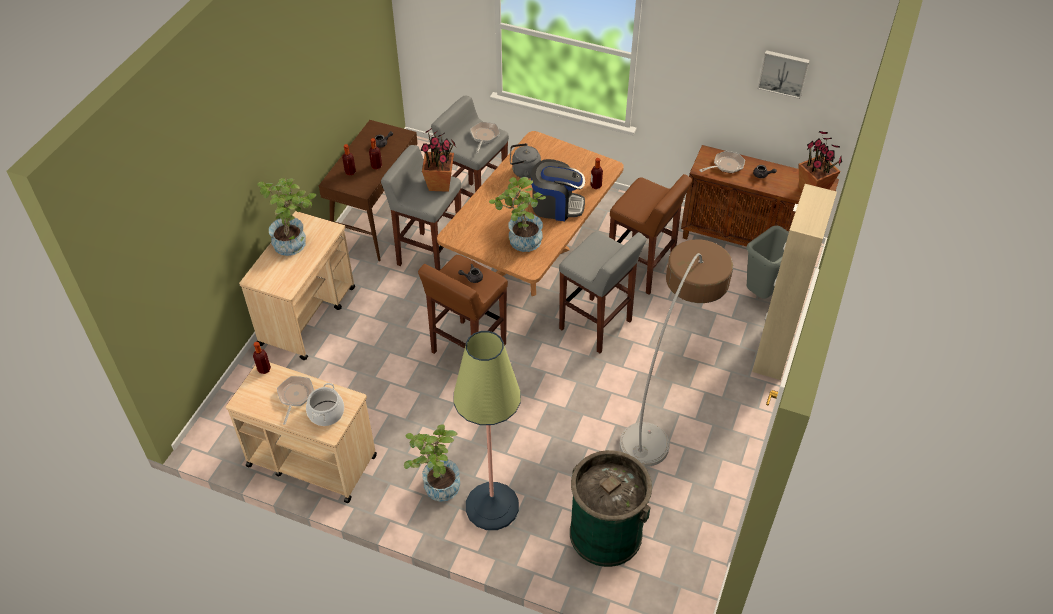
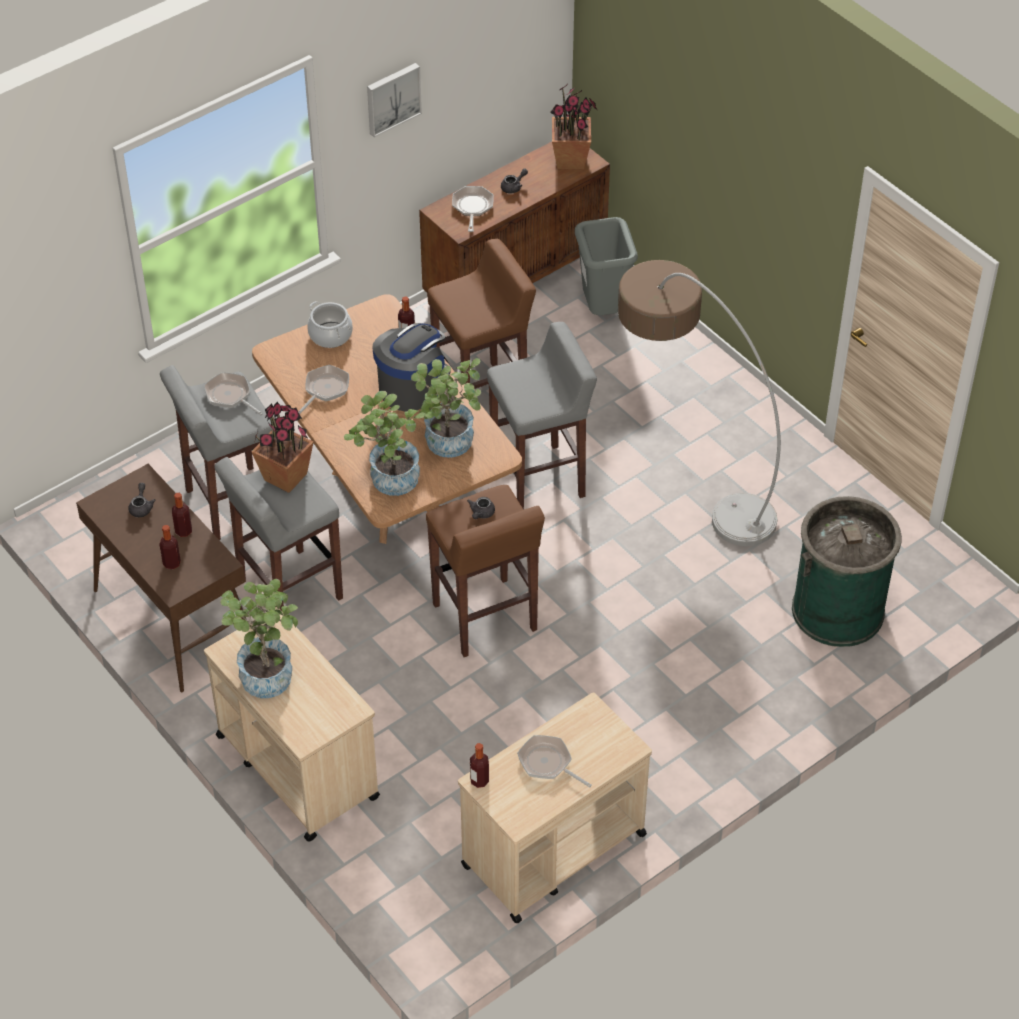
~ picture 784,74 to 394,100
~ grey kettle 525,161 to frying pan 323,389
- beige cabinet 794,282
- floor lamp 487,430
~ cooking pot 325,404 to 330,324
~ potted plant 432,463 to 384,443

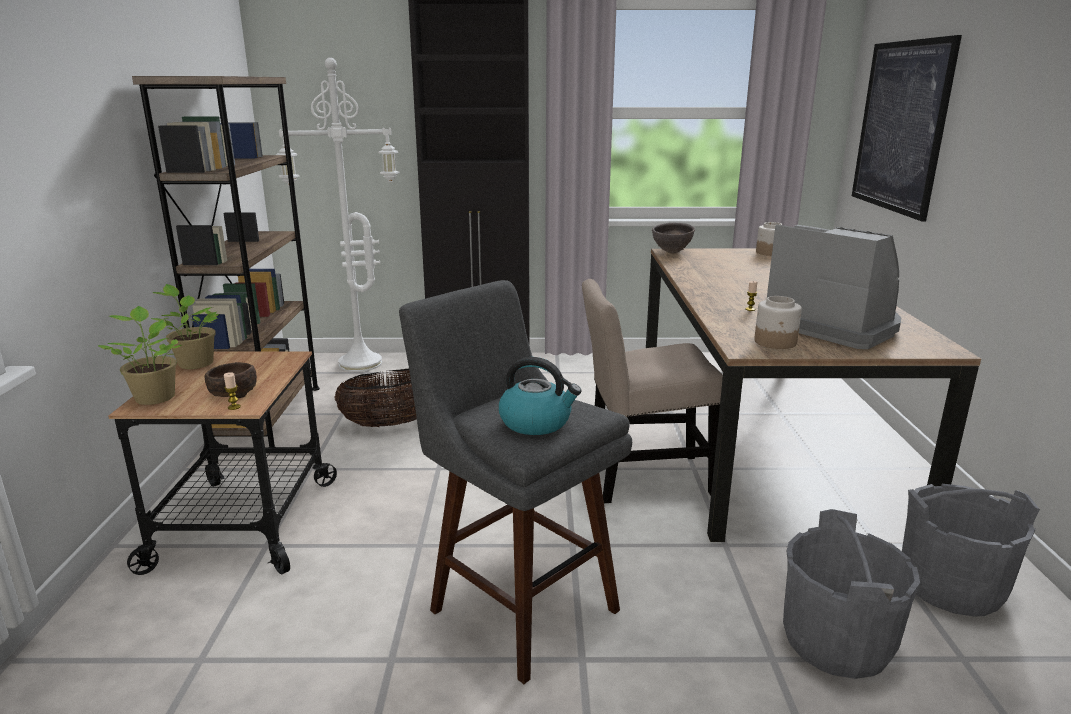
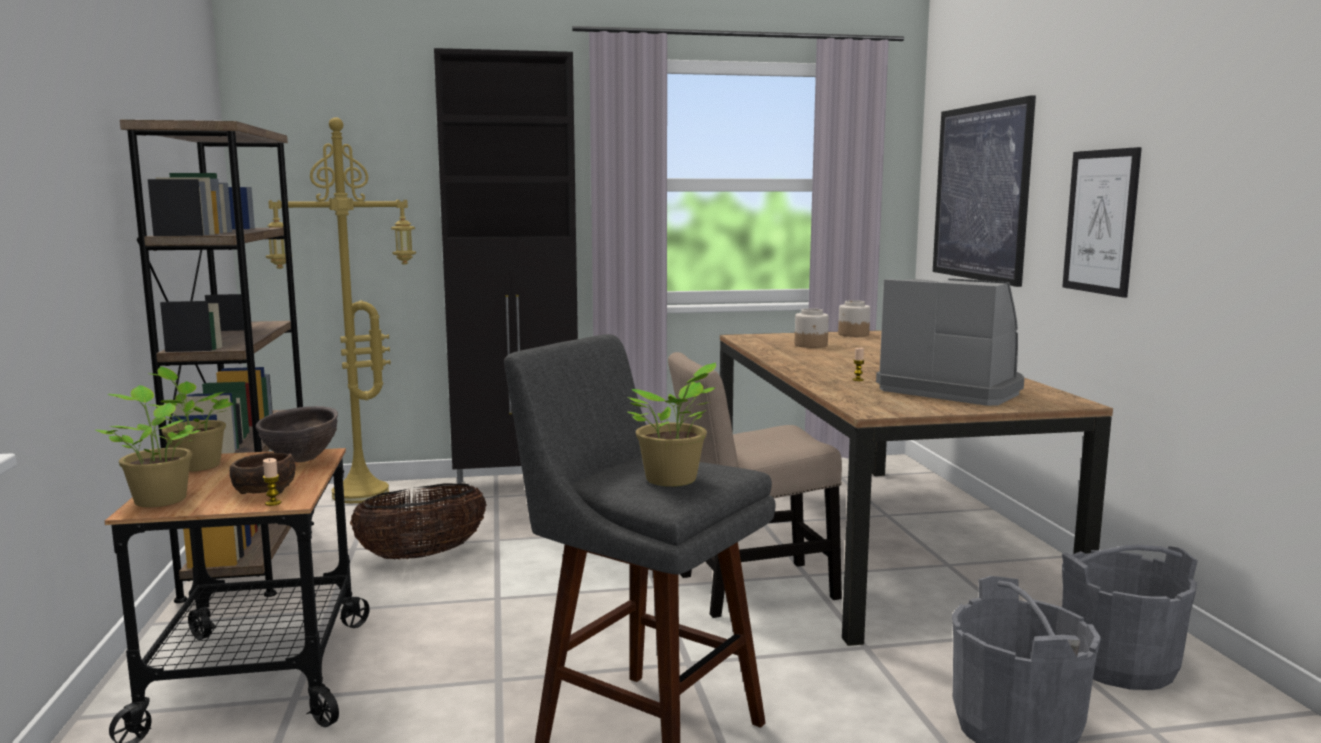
~ white floor lamp 337,215 to yellow floor lamp 341,310
~ brown bowl 673,238 to 296,434
~ jar 778,322 to 812,328
~ kettle 540,396 to potted plant 671,424
+ picture 1102,222

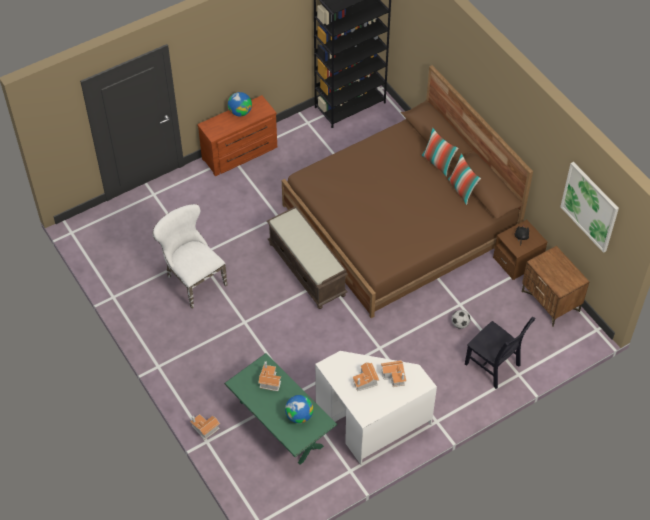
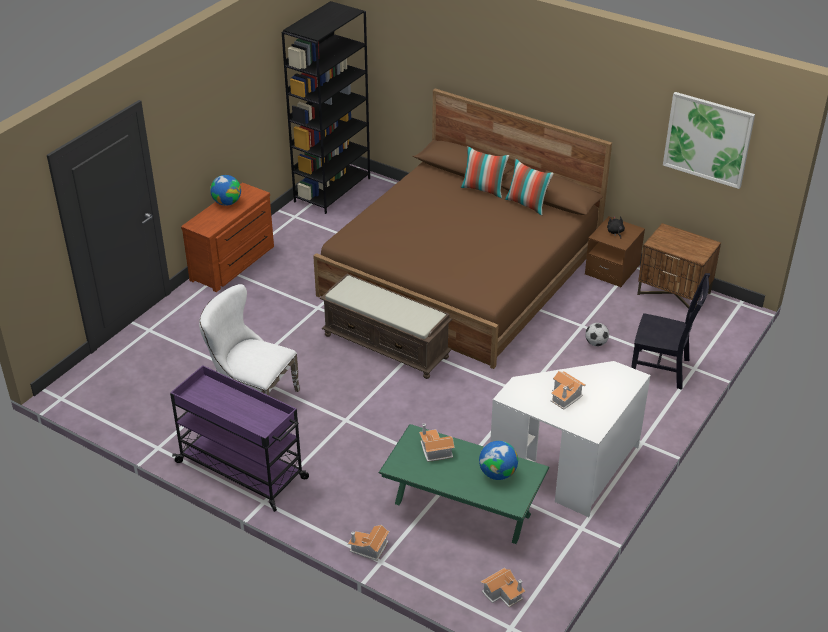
~ toy house 394,373 to 503,587
+ purple cart 239,438

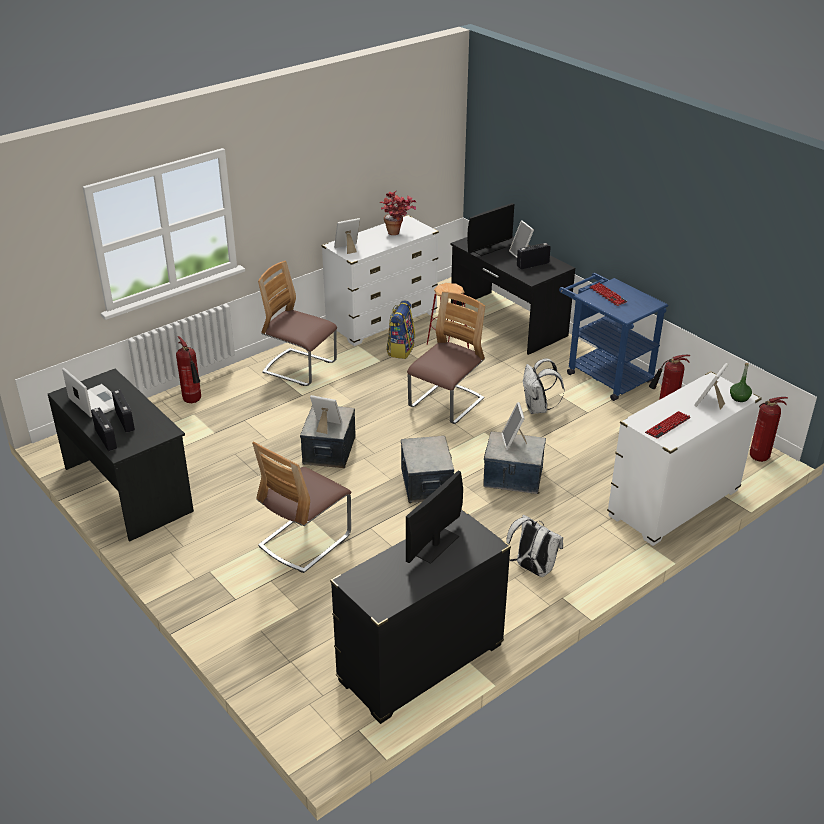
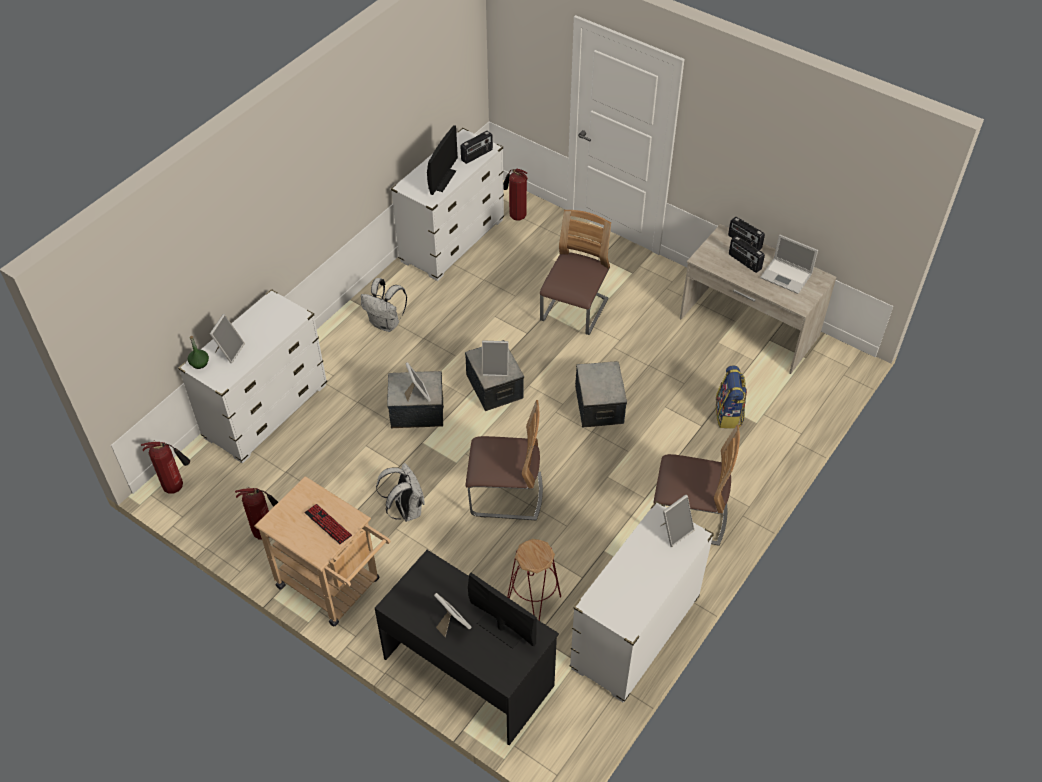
- potted plant 398,213
~ monitor 490,229 = 502,611 90 degrees clockwise
~ radio 534,256 to 476,147
~ blue cart 613,337 to beige cart 322,551
~ chair 446,357 = 504,460 105 degrees counterclockwise
~ backpack 400,329 to 731,397
~ fire extinguisher 188,369 to 515,195
~ black desk 121,455 to beige desk 758,299
~ picture frame 326,414 to 495,358
- keyboard 668,425
~ black dresser 420,616 to white dresser 447,204

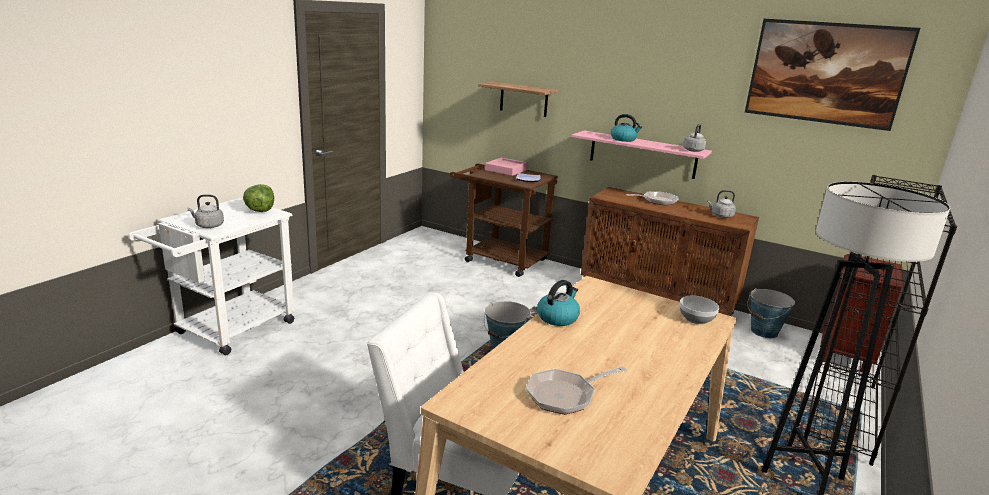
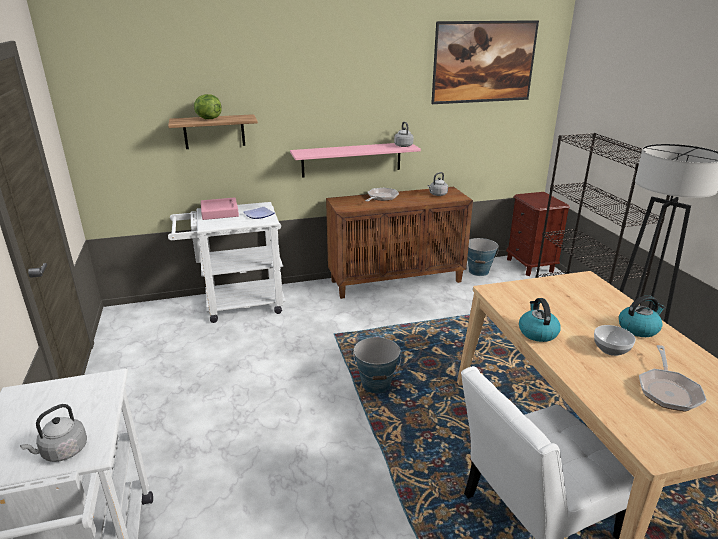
~ kettle 626,128 to 642,316
~ brown cart 504,220 to white cart 227,262
~ lettuce 258,198 to 208,106
~ bowl 699,309 to 615,340

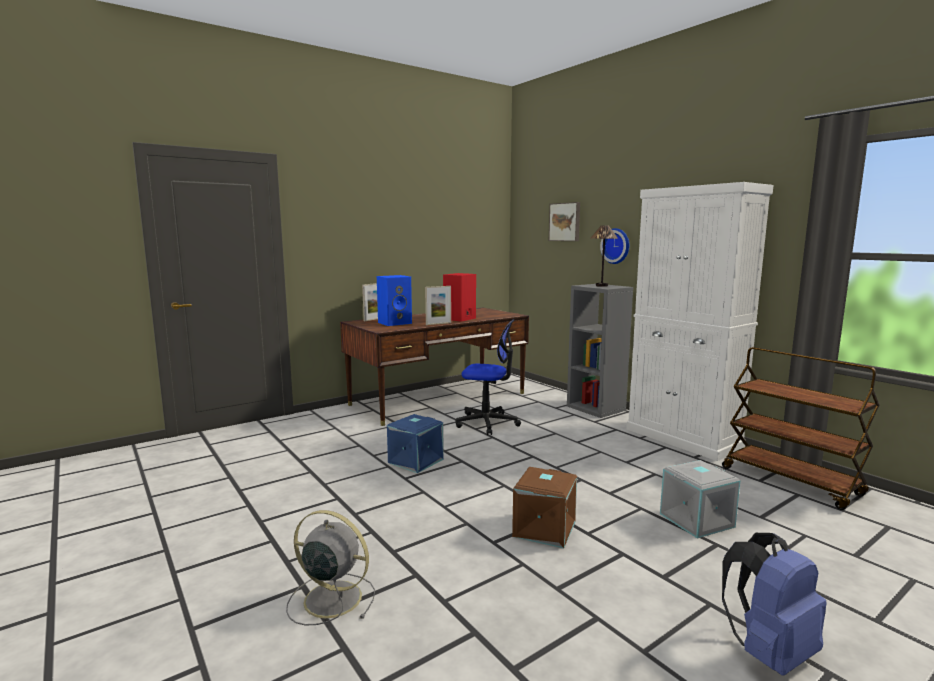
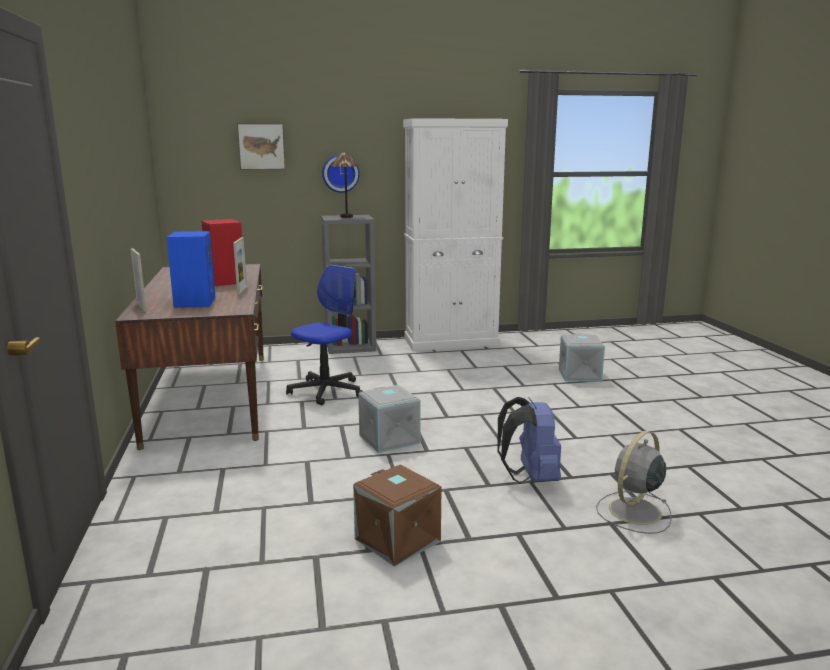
- brown cart 800,428
~ blue storage box 415,443 to grey storage box 389,419
~ brown storage box 544,507 to 397,515
~ blue backpack 774,604 to 529,440

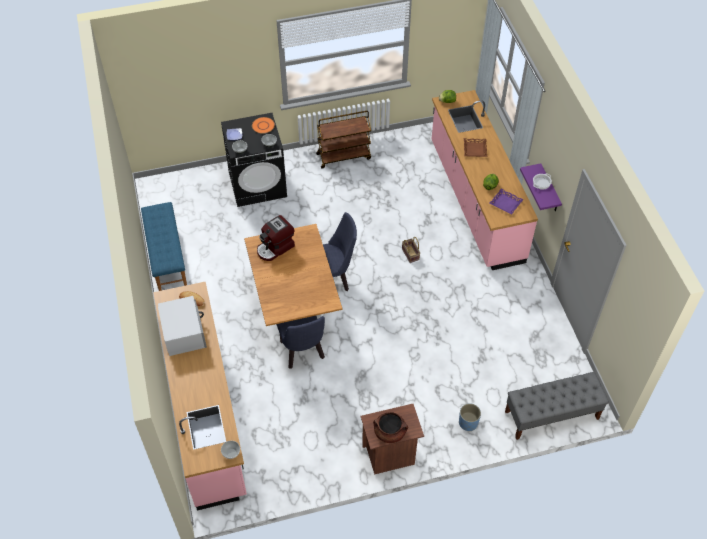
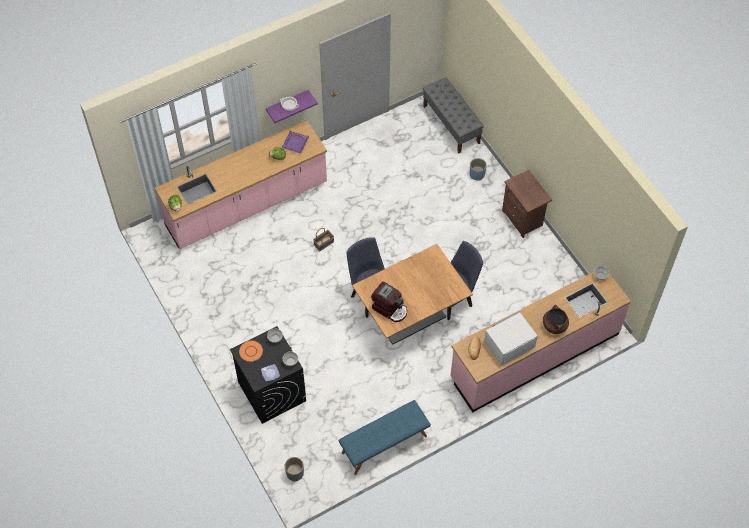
- brown cart 343,140
- brown tray 475,147
~ brown cooking pot 390,427 to 556,319
+ grey planter 294,469

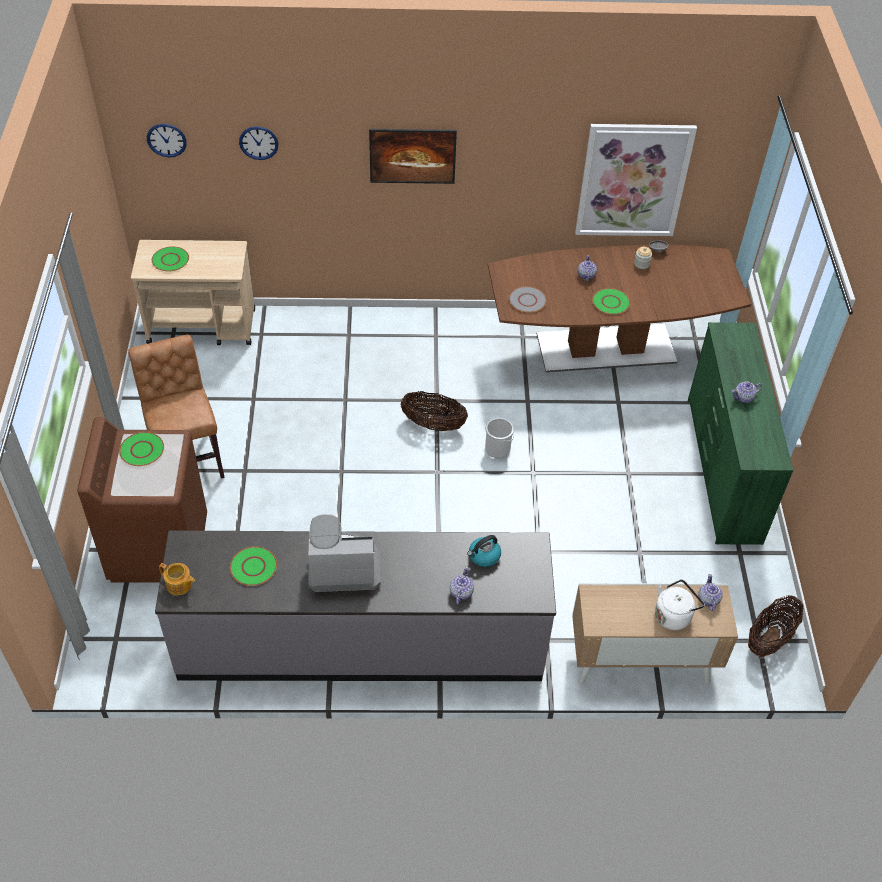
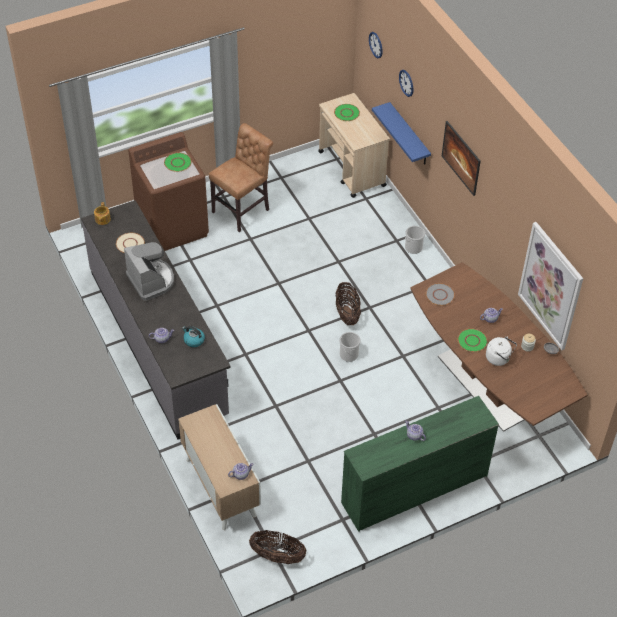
~ green plate 253,566 to beige plate 130,243
~ white kettle 680,604 to 501,351
+ blue shelf 401,133
+ bucket 415,240

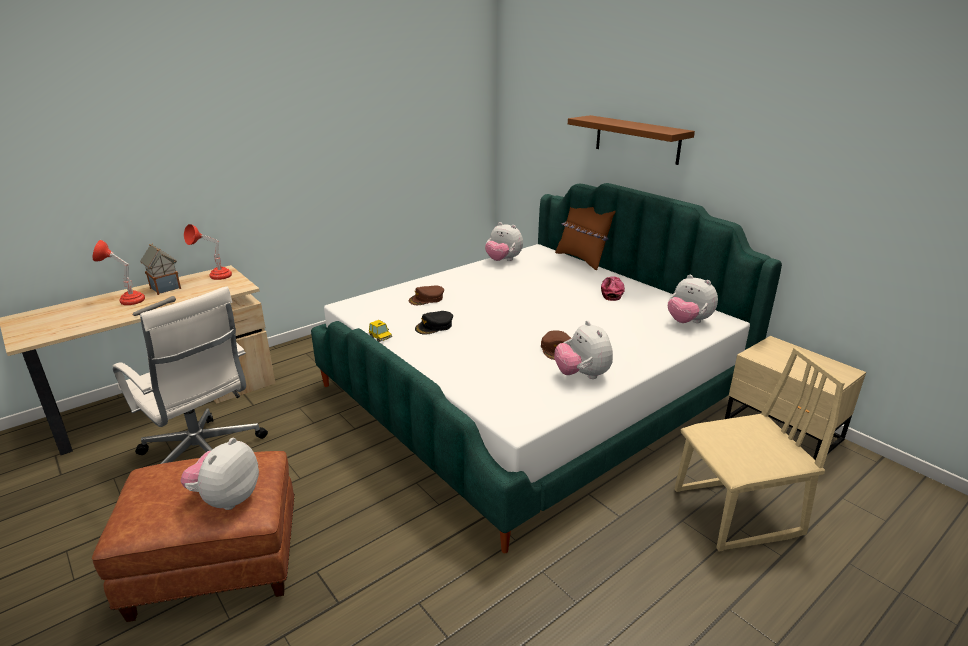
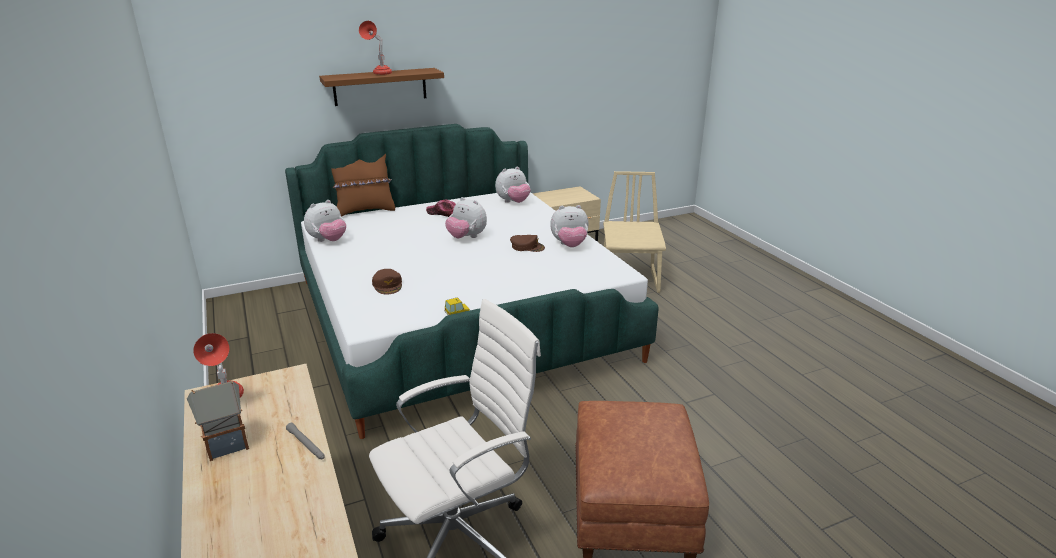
~ red table lamp 119,272 to 375,48
- black cap 434,323
~ plush toy 219,474 to 466,217

